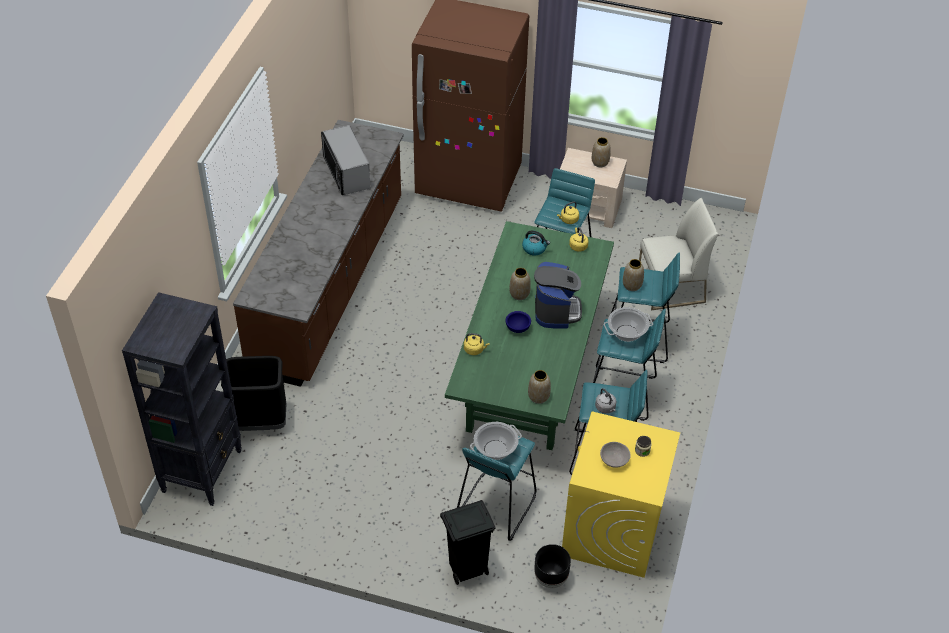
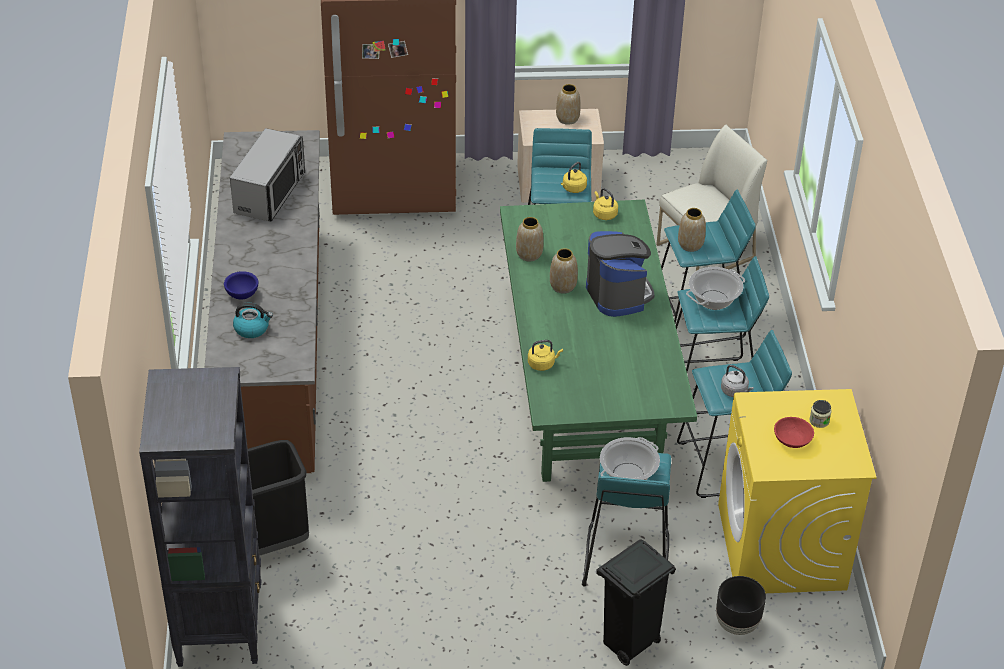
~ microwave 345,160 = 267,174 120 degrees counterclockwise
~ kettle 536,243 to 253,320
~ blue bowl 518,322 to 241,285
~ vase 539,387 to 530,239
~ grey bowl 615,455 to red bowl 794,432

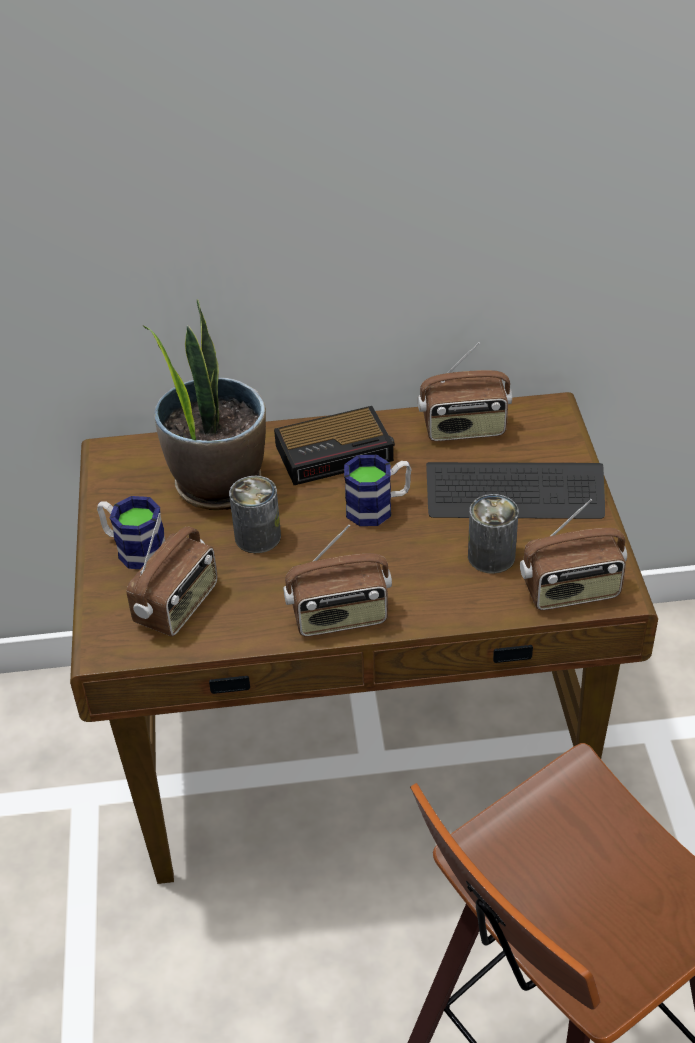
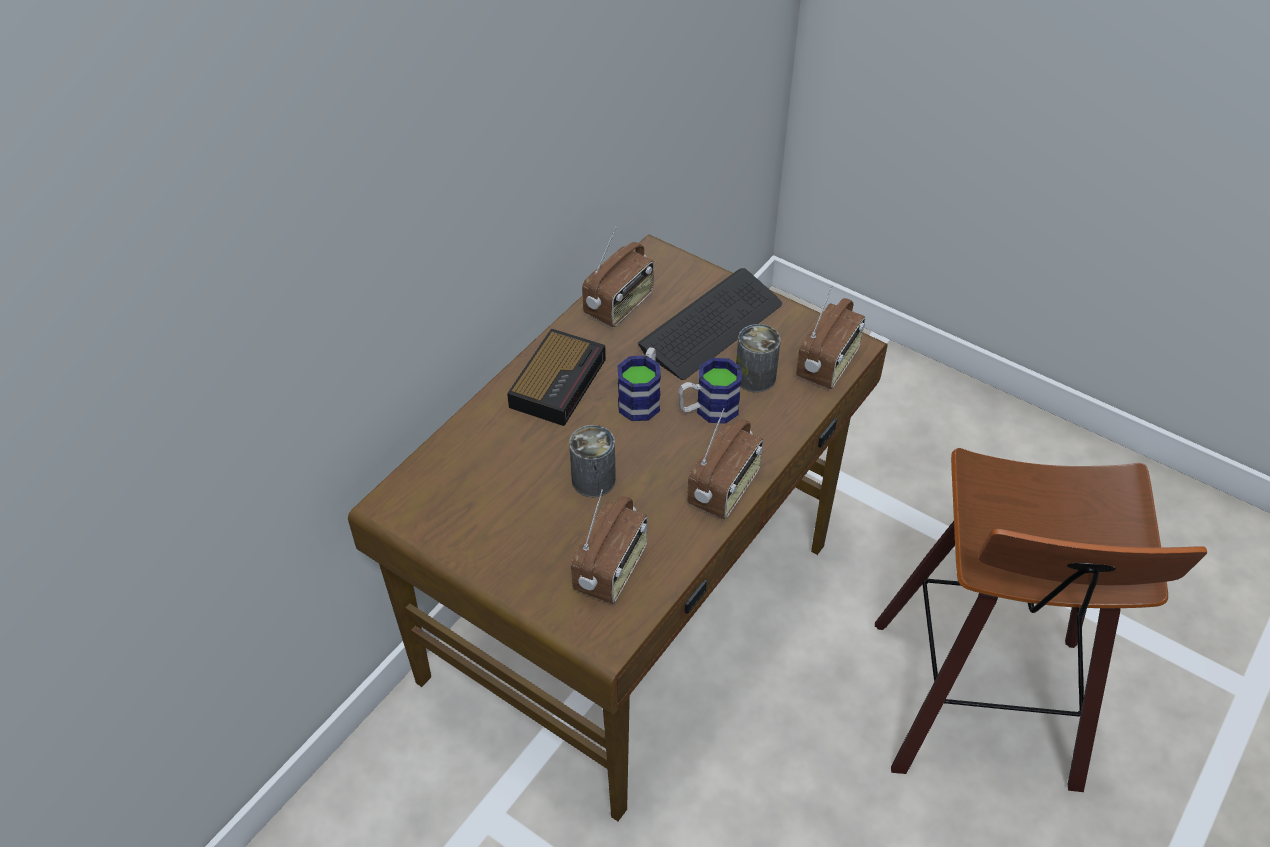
- potted plant 205,404
~ mug 131,532 to 710,391
~ radio 172,575 = 609,546 45 degrees clockwise

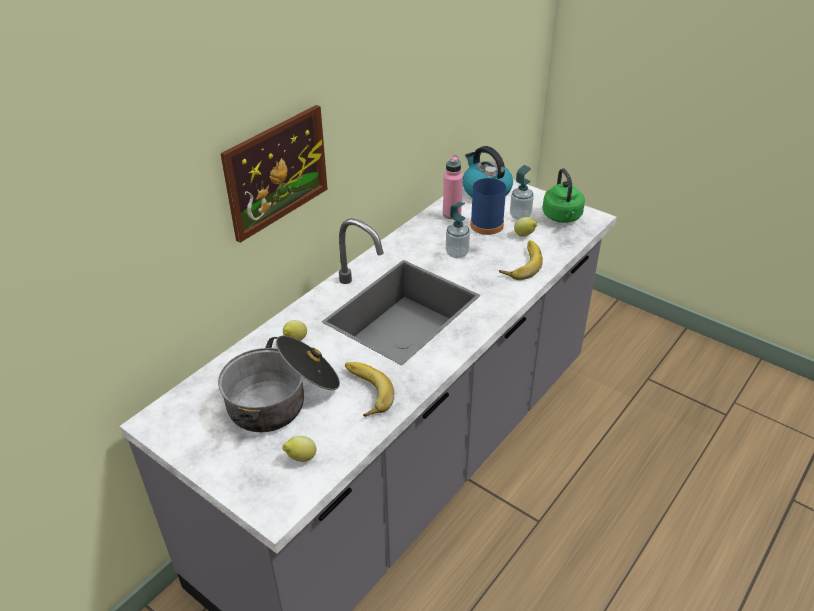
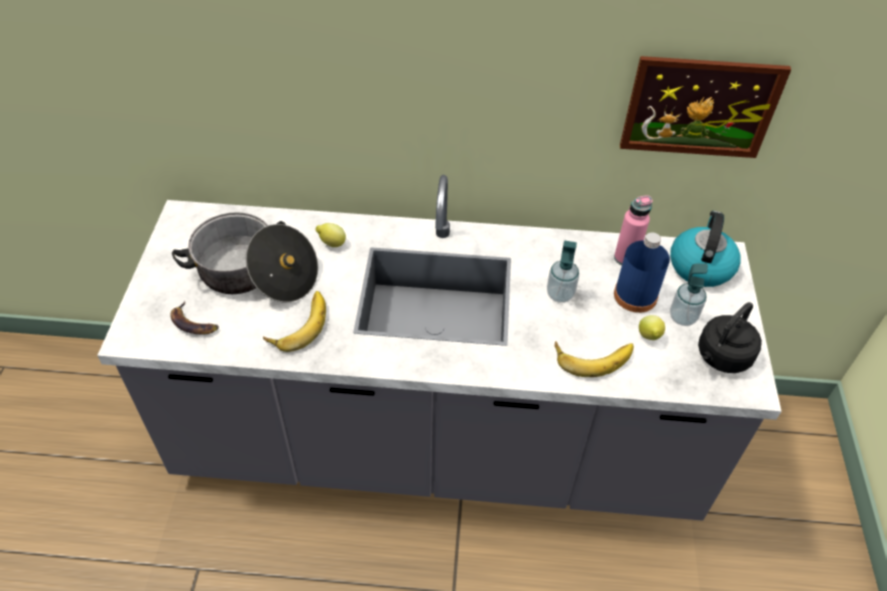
~ picture 274,174 to 705,107
~ green kettle 563,195 to black kettle 730,337
~ lemon 299,449 to banana 194,317

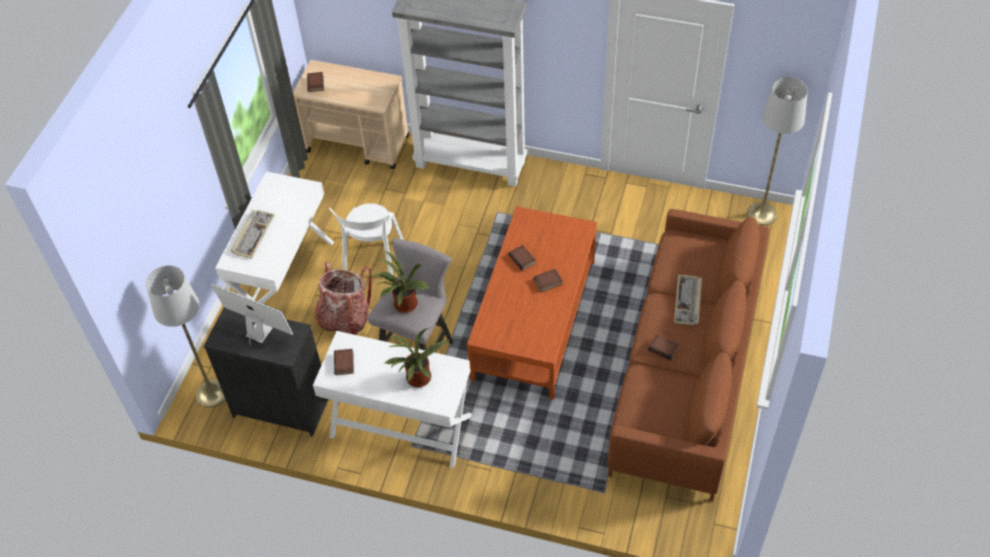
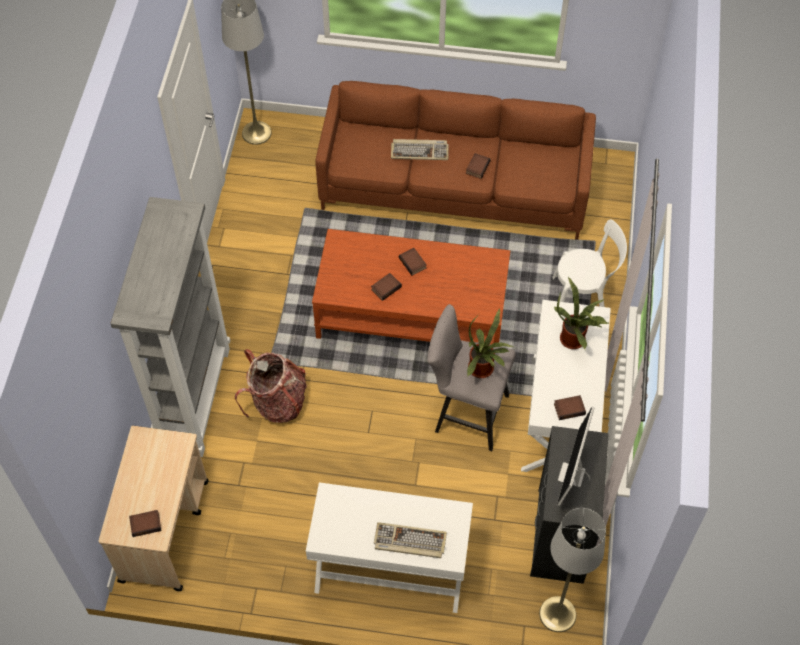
~ white chair 366,239 to 589,263
~ backpack 343,298 to 271,386

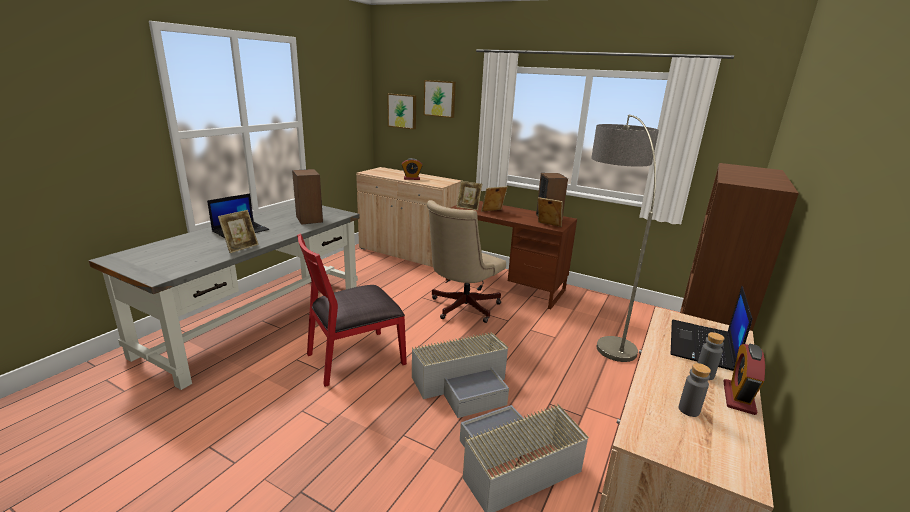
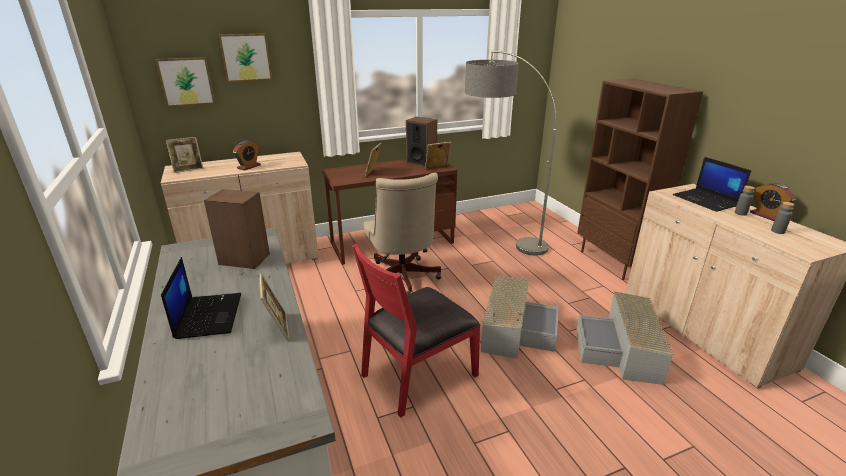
~ picture frame 469,195 to 185,155
~ red chair 352,310 = 416,331 45 degrees clockwise

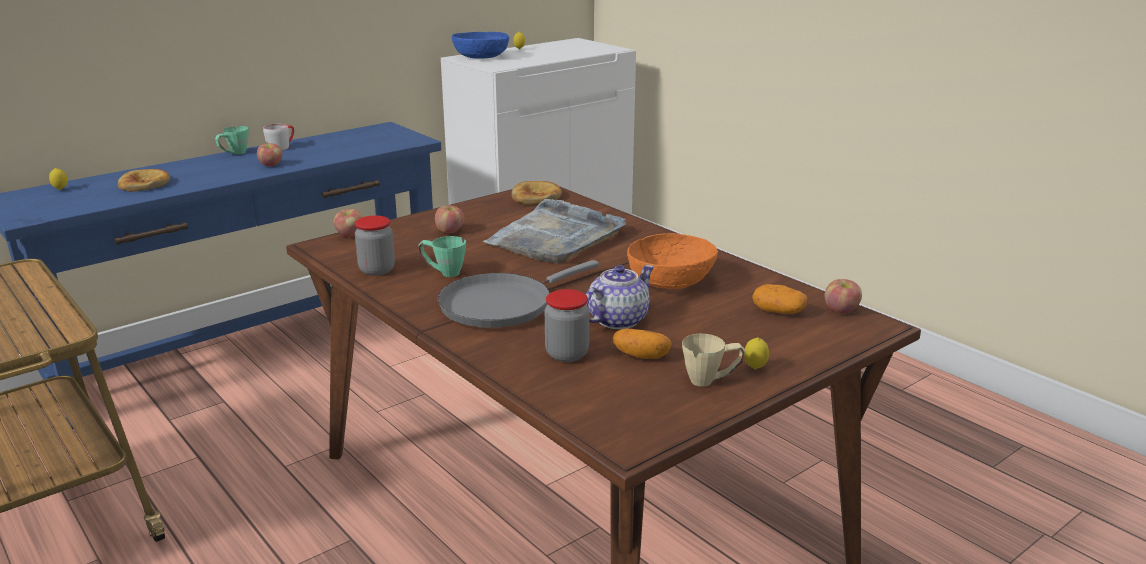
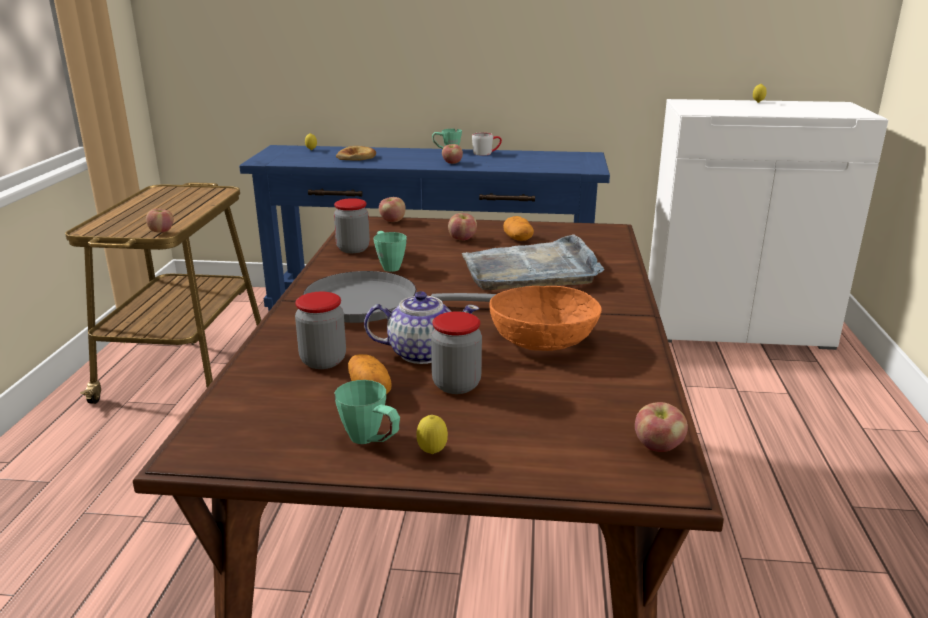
- blue bowl 480,45
- bread 536,193
~ potato 779,298 to 518,228
~ beige mug 713,360 to green mug 367,412
+ apple 160,221
+ jar 456,352

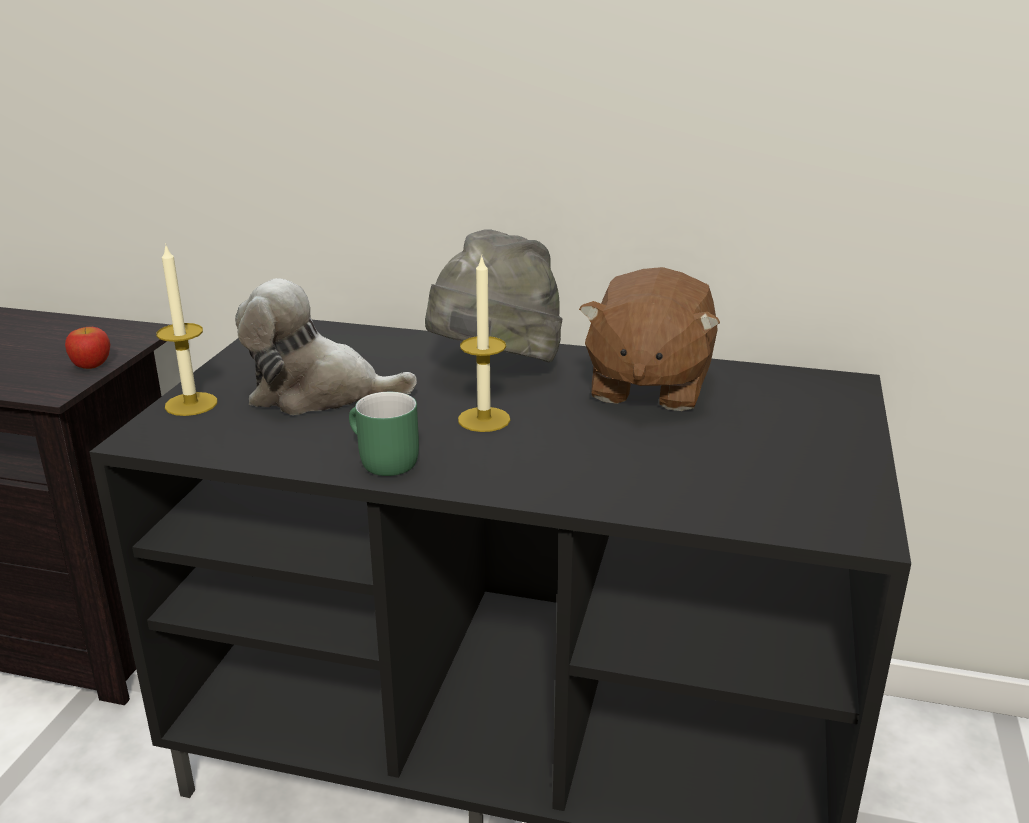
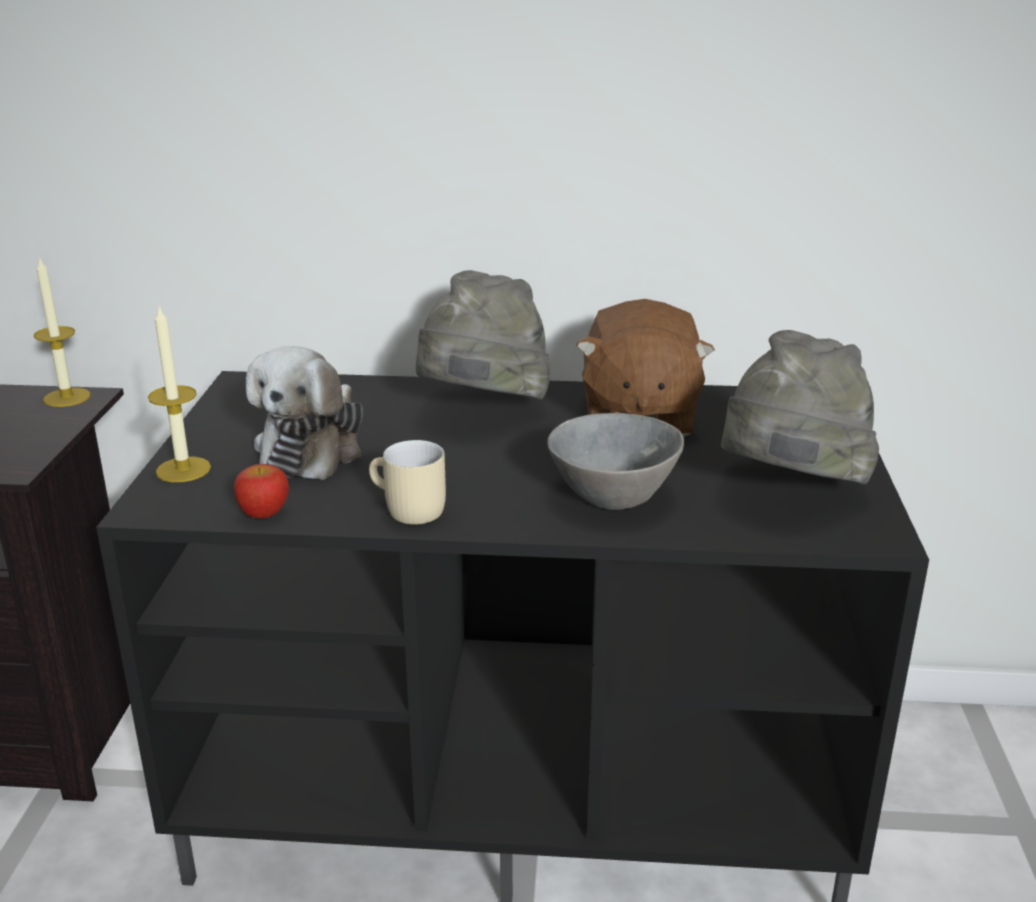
~ candle 484,343 to 62,331
~ plush toy 326,346 = 304,413 75 degrees counterclockwise
~ apple 87,348 to 261,491
~ green mug 384,434 to beige mug 407,482
+ grey hat 800,407
+ grey bowl 615,461

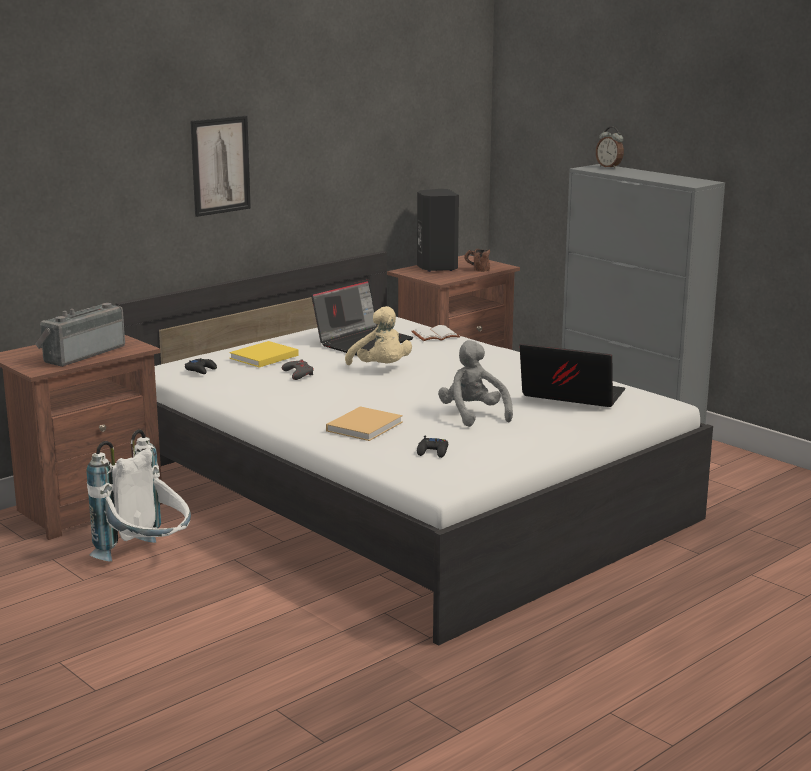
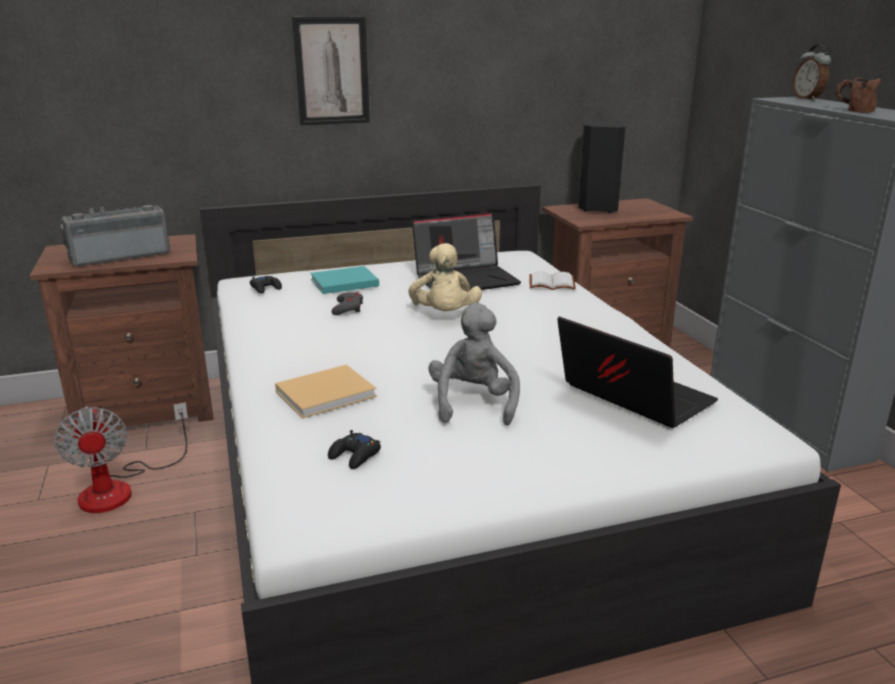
~ brown mug 477,260 to 858,95
~ yellow book 264,354 to turquoise book 344,280
~ white backpack 139,495 to fan 121,457

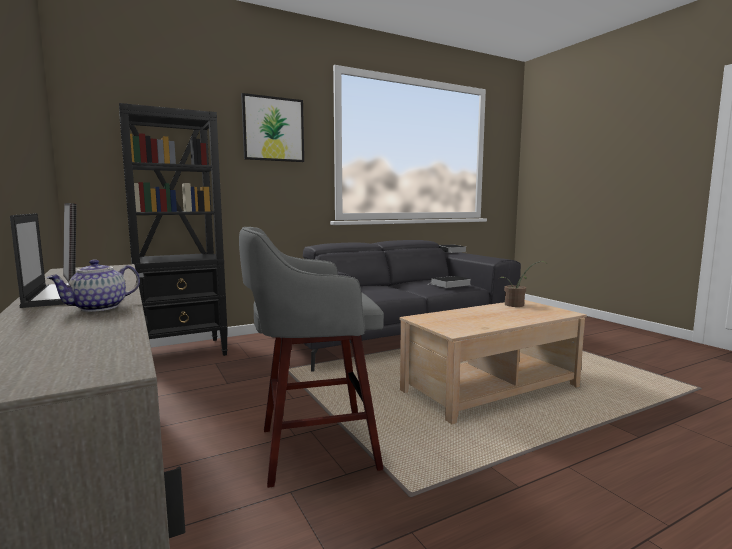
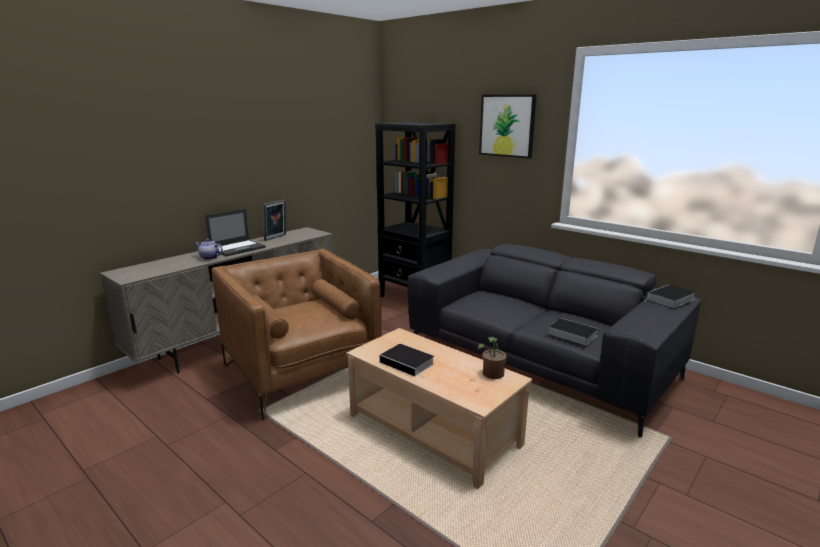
~ grey stool 311,357 to brown armchair 297,334
+ book 407,361

